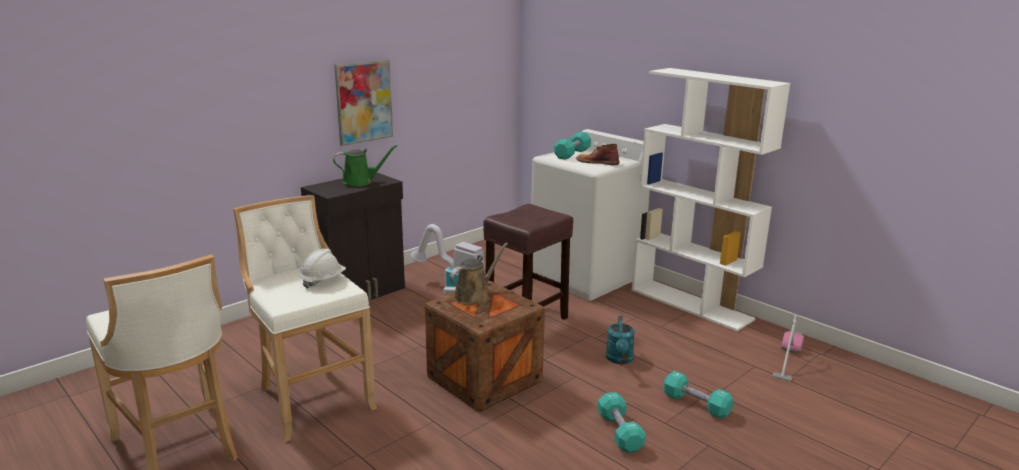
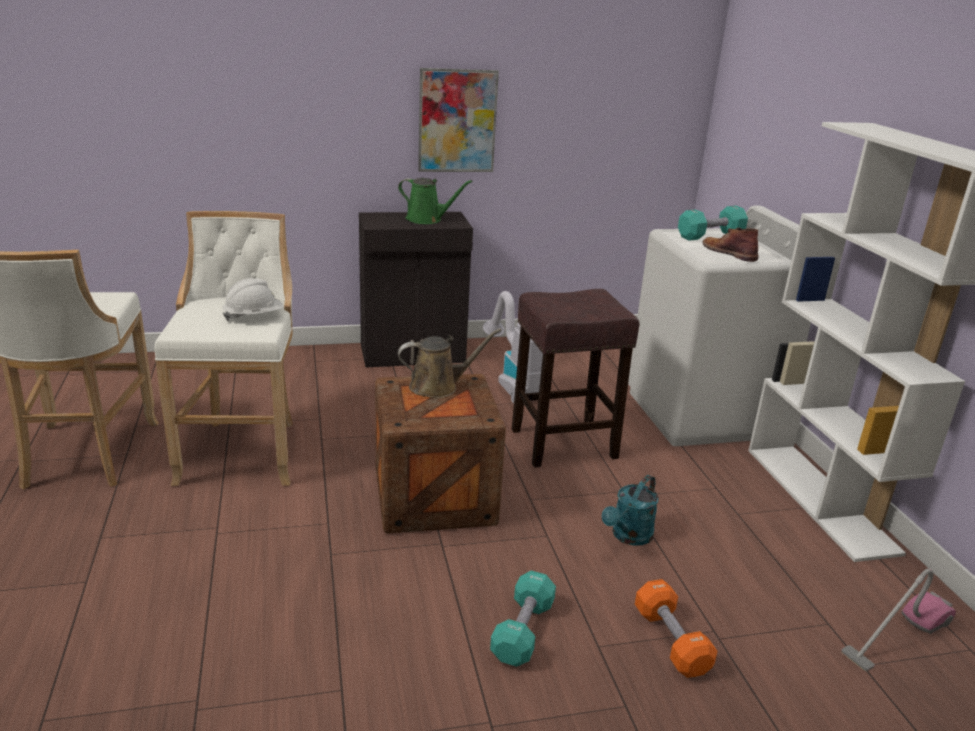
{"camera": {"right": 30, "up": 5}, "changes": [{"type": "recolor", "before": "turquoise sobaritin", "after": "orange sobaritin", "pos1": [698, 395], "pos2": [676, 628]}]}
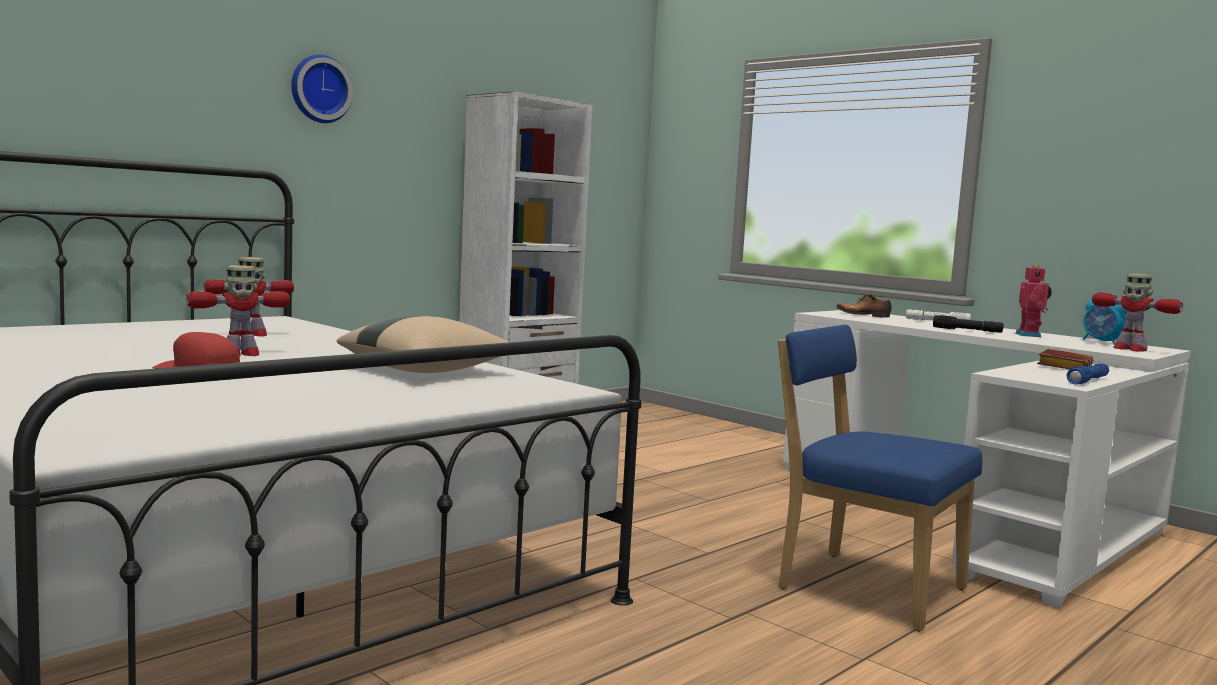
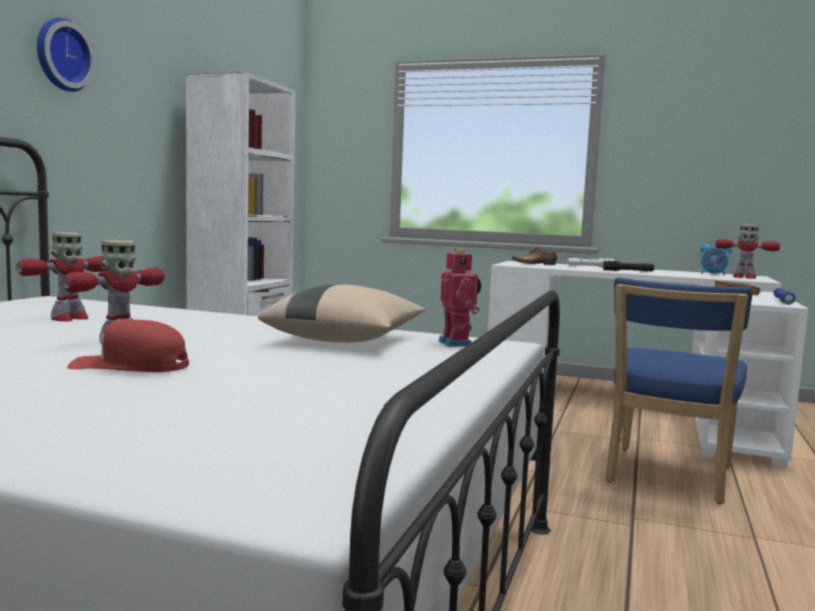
{"camera": {"right": -25, "up": 0}, "changes": [{"type": "move", "before": "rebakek", "pos1": [1033, 300], "pos2": [460, 297]}, {"type": "rotate", "before": "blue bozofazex", "pos1": [880, 478], "pos2": [679, 391], "turn": -75}]}
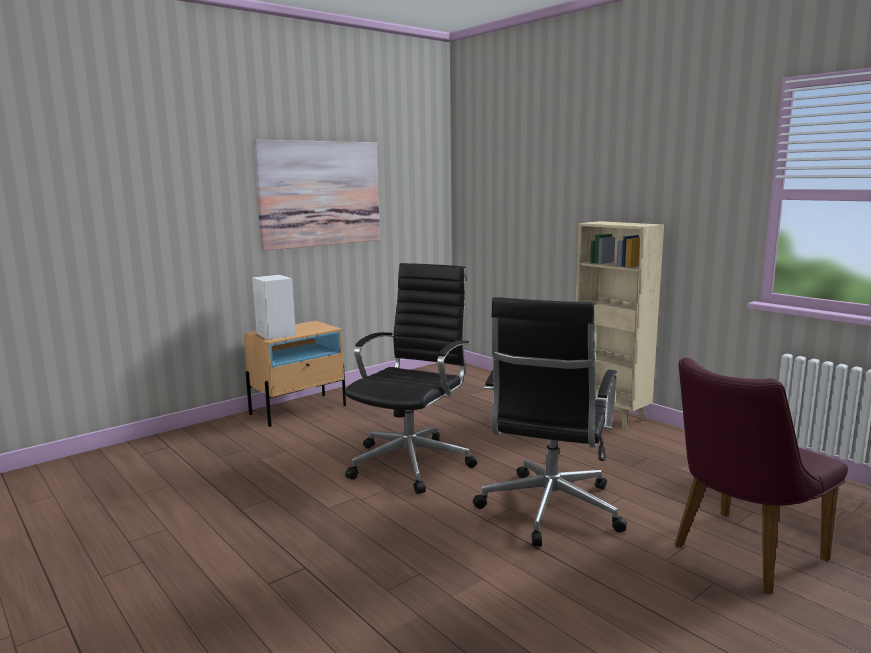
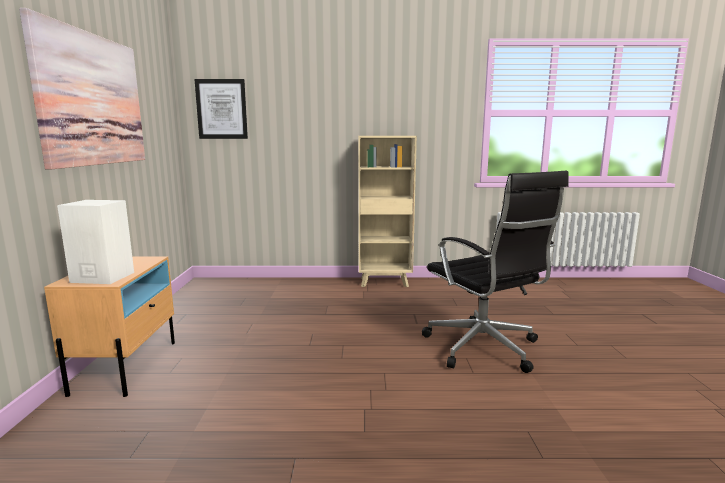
{"camera": {"right": -50, "up": 0}, "changes": [{"type": "delete", "before": "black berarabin", "pos1": [411, 378]}, {"type": "delete", "before": "purple bozofazex", "pos1": [761, 476]}, {"type": "insert", "after": "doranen", "pos2": [221, 109]}]}
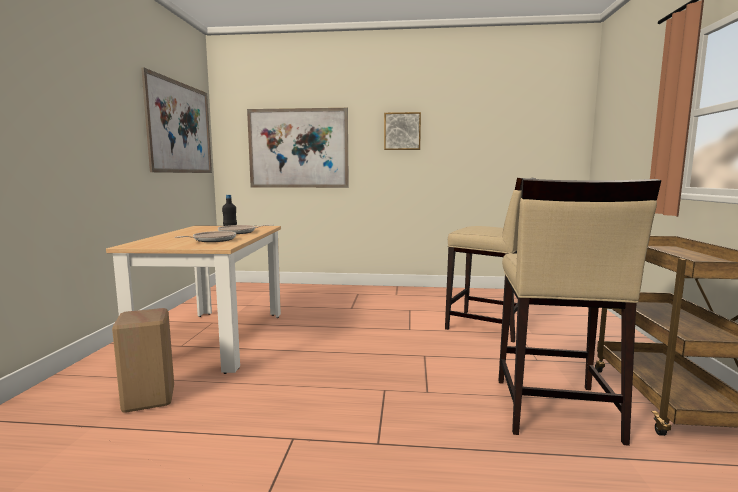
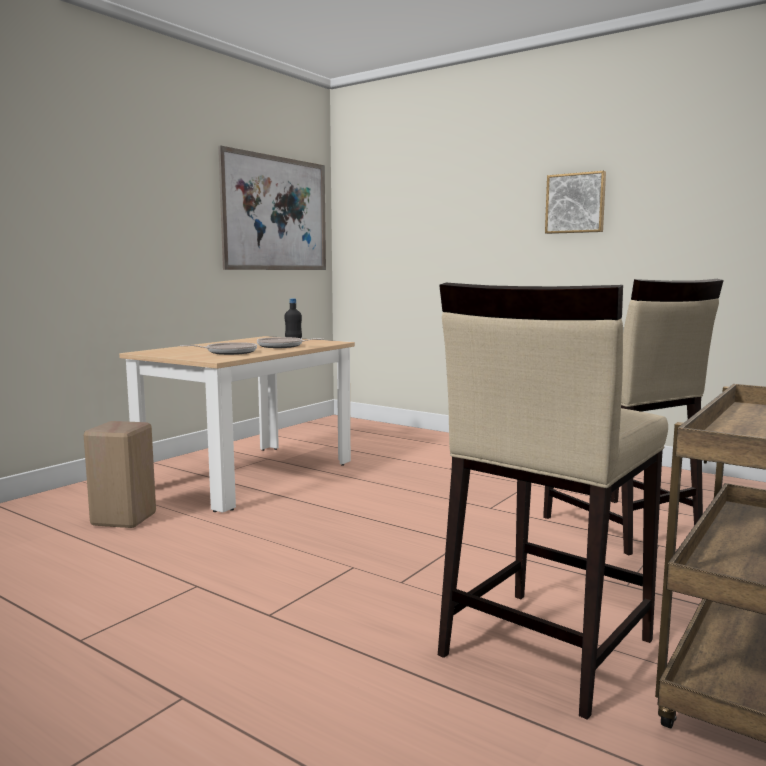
{"camera": {"right": 30, "up": 0}, "changes": [{"type": "delete", "before": "doranen", "pos1": [298, 148]}]}
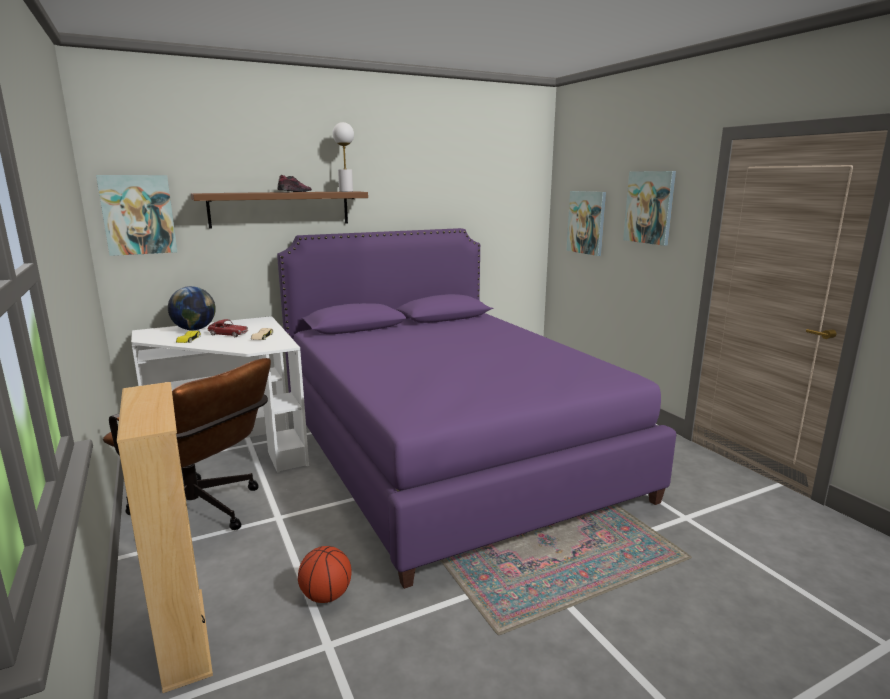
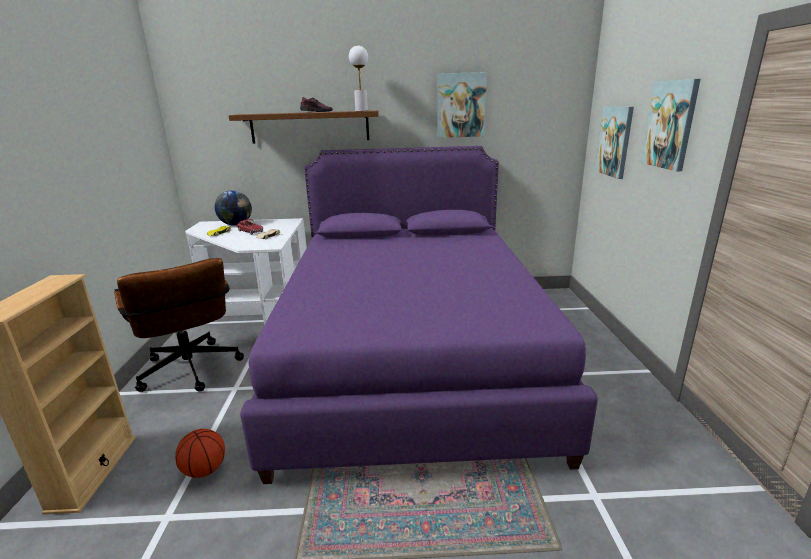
{"camera": {"right": 25, "up": 5}, "changes": [{"type": "move", "before": "doranen", "pos1": [136, 215], "pos2": [462, 105]}]}
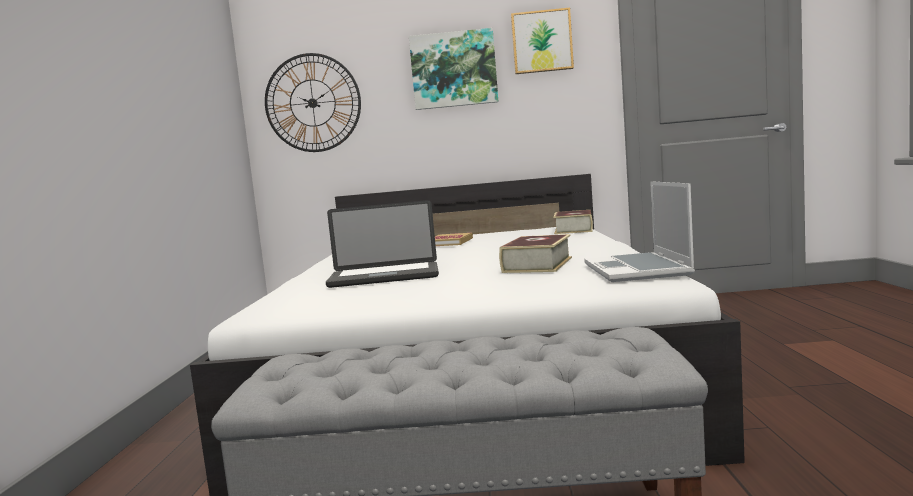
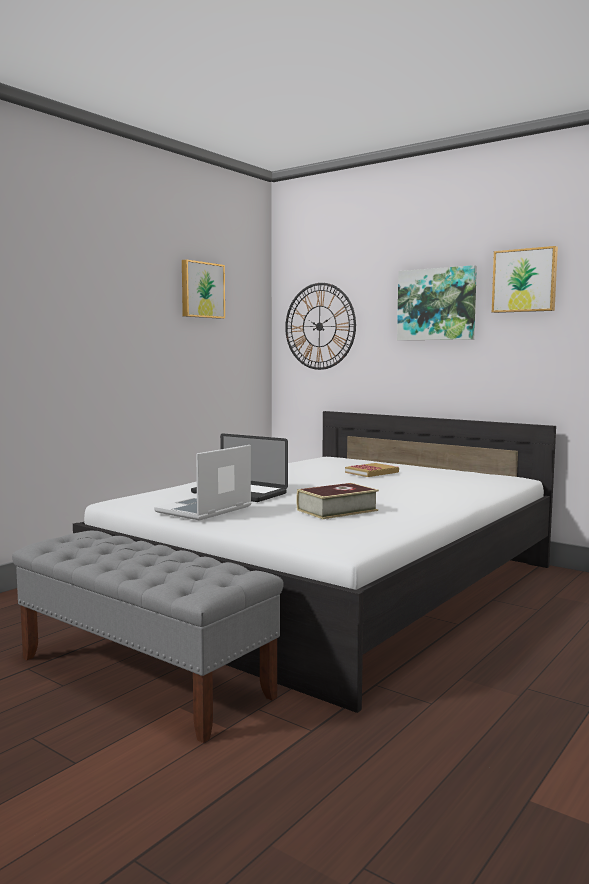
{"camera": {"right": 35, "up": 0}, "changes": [{"type": "delete", "before": "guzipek", "pos1": [573, 222]}, {"type": "insert", "after": "doranen", "pos2": [203, 289]}, {"type": "move", "before": "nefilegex", "pos1": [639, 231], "pos2": [203, 483]}]}
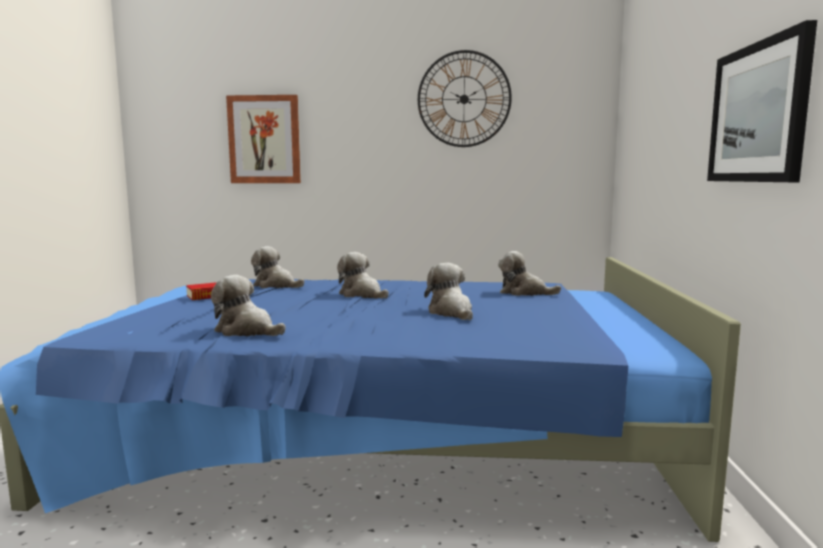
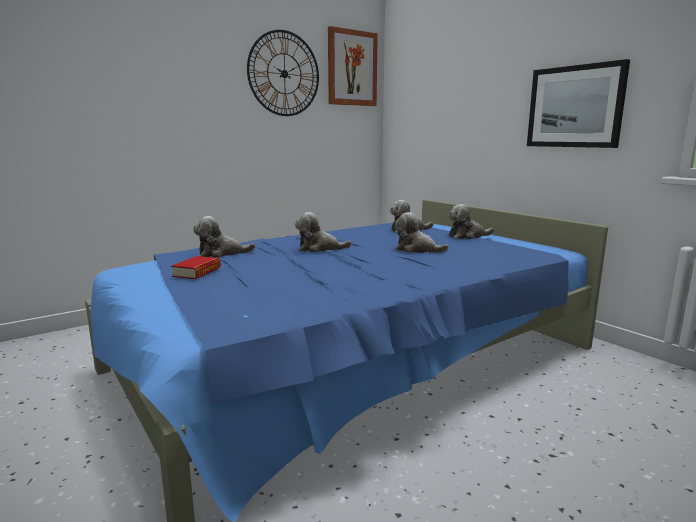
{"camera": {"right": -40, "up": 5}, "changes": [{"type": "move", "before": "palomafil", "pos1": [248, 305], "pos2": [471, 221]}, {"type": "move", "before": "doranen", "pos1": [263, 139], "pos2": [353, 66]}]}
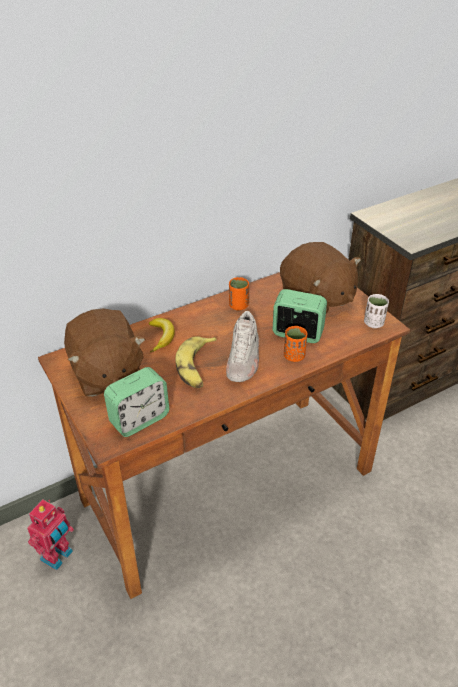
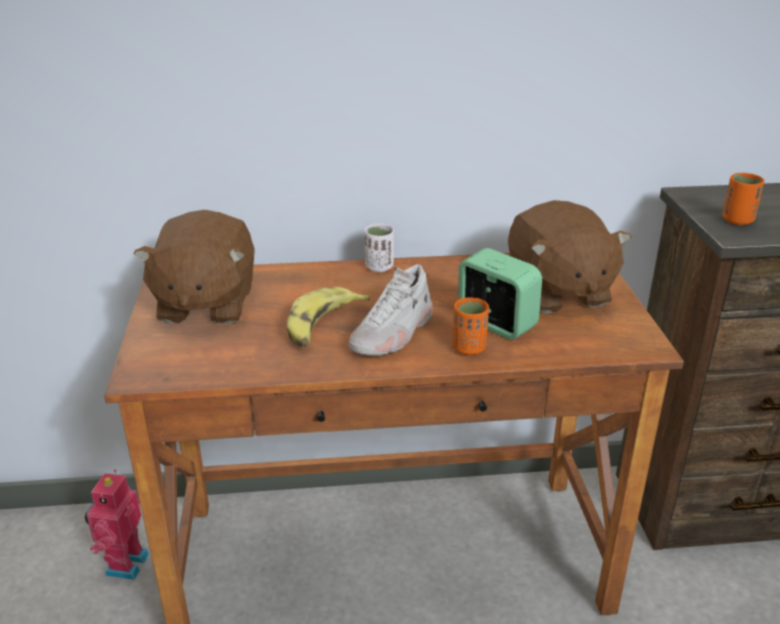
{"camera": {"right": 25, "up": -10}, "changes": [{"type": "delete", "before": "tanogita", "pos1": [136, 402]}, {"type": "delete", "before": "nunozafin", "pos1": [162, 335]}, {"type": "move", "before": "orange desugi", "pos1": [239, 293], "pos2": [743, 199]}, {"type": "move", "before": "white desugi", "pos1": [376, 311], "pos2": [379, 248]}, {"type": "rotate", "before": "rebakek", "pos1": [50, 535], "pos2": [117, 525], "turn": 135}]}
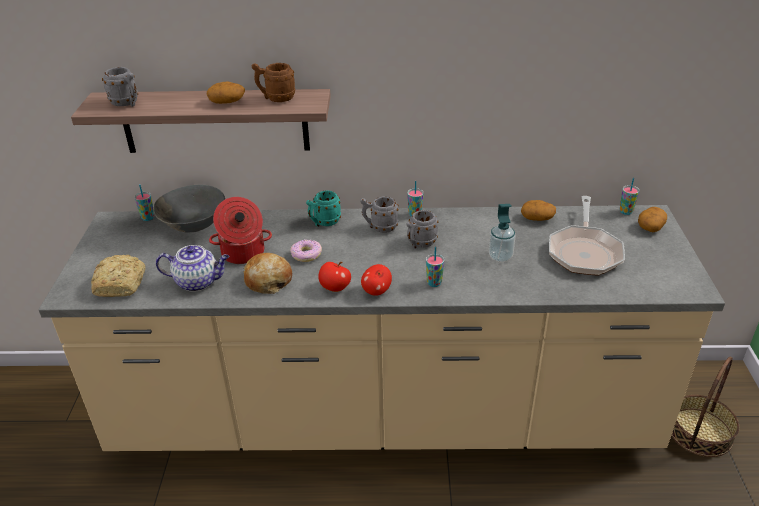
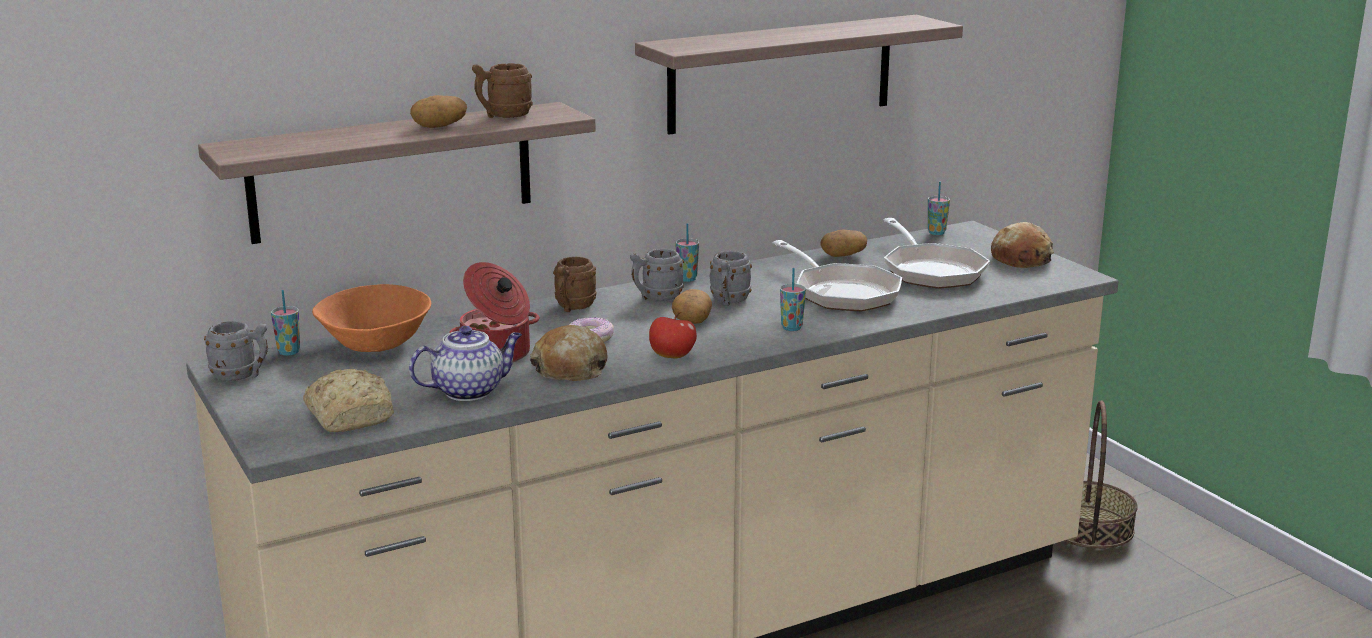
{"camera": {"right": -30, "up": -15}, "changes": [{"type": "delete", "before": "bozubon", "pos1": [376, 280]}, {"type": "insert", "after": "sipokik", "pos2": [799, 75]}, {"type": "insert", "after": "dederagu", "pos2": [1022, 245]}, {"type": "move", "before": "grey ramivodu", "pos1": [120, 87], "pos2": [236, 351]}, {"type": "move", "before": "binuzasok", "pos1": [652, 219], "pos2": [692, 306]}, {"type": "replace", "before": "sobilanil", "after": "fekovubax", "pos1": [502, 233], "pos2": [837, 275]}, {"type": "recolor", "before": "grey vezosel", "after": "orange vezosel", "pos1": [189, 208], "pos2": [371, 318]}, {"type": "recolor", "before": "turquoise ramivodu", "after": "brown ramivodu", "pos1": [323, 208], "pos2": [575, 284]}]}
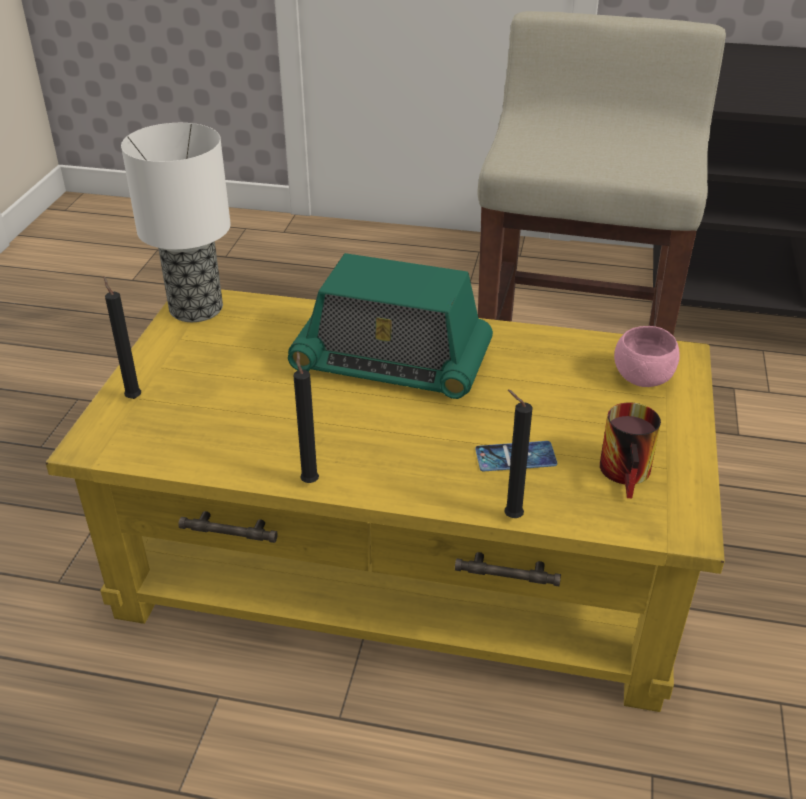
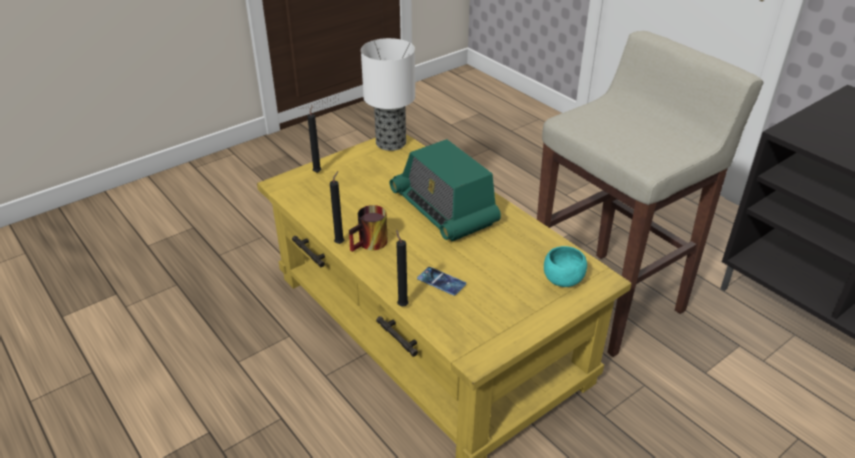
{"camera": {"right": 40, "up": 0}, "changes": [{"type": "move", "before": "ramivodu", "pos1": [630, 450], "pos2": [368, 228]}, {"type": "recolor", "before": "pink vezosel", "after": "turquoise vezosel", "pos1": [647, 356], "pos2": [565, 266]}]}
